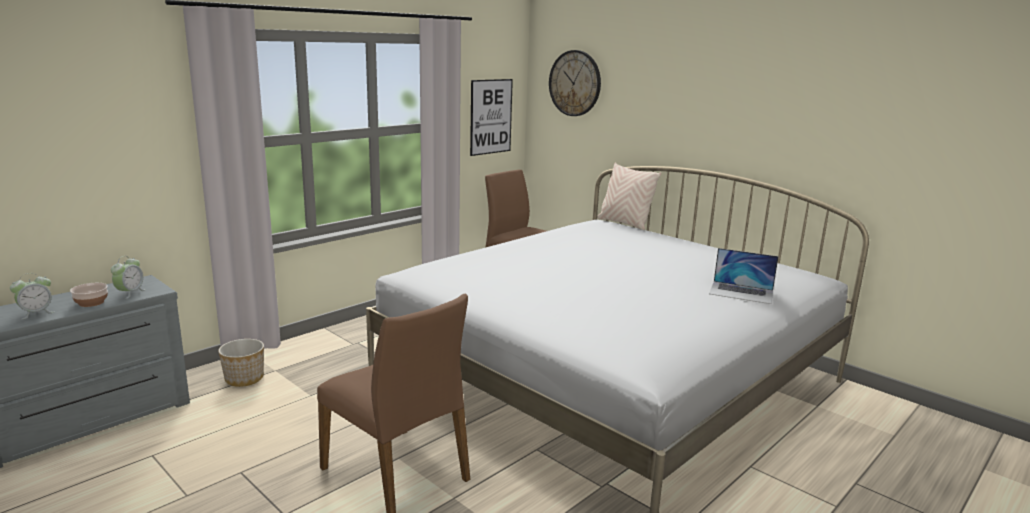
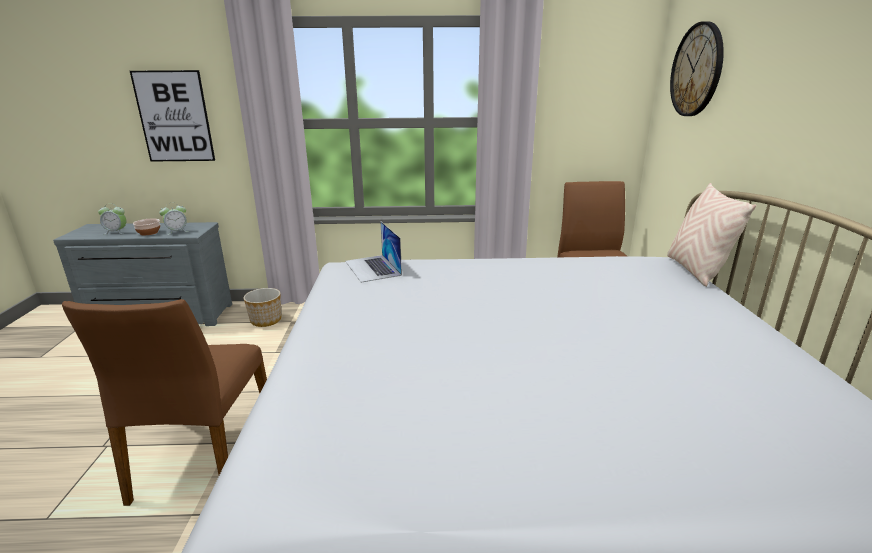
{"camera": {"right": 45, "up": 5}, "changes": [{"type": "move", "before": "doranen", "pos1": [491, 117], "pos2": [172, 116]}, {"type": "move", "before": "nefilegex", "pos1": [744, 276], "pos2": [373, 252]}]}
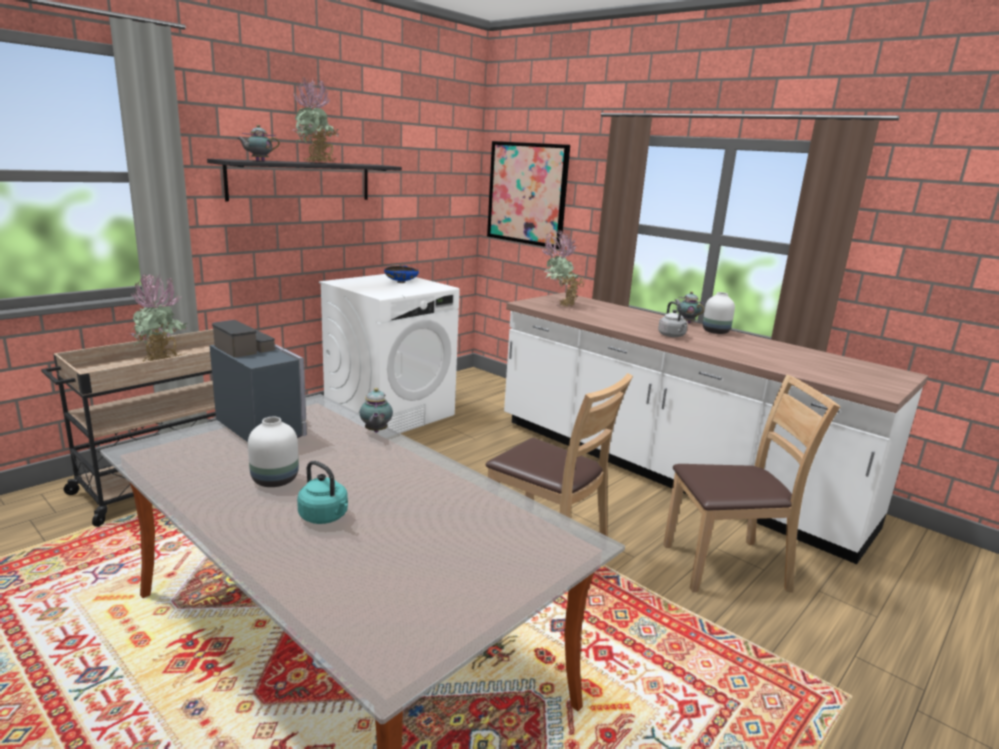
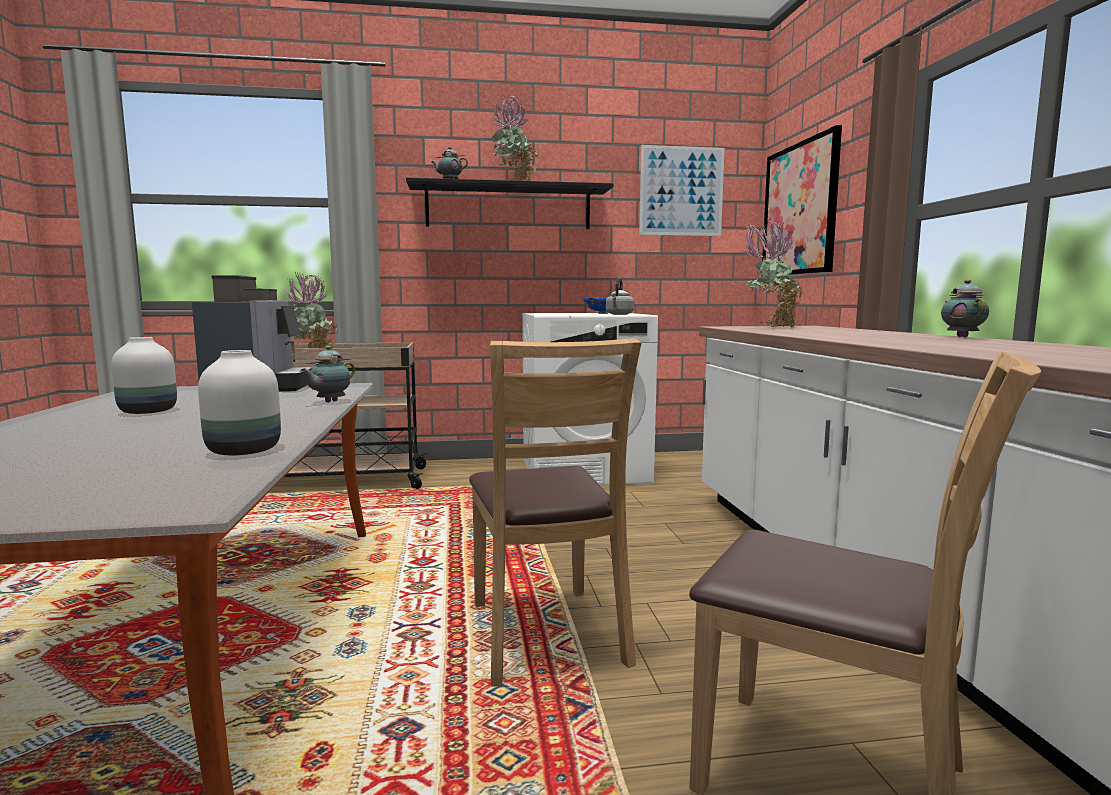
{"camera": {"right": 40, "up": -10}, "changes": [{"type": "delete", "before": "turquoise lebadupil", "pos1": [322, 492]}, {"type": "insert", "after": "doranen", "pos2": [682, 190]}, {"type": "move", "before": "grey lebadupil", "pos1": [673, 319], "pos2": [620, 297]}, {"type": "move", "before": "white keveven", "pos1": [719, 313], "pos2": [239, 402]}]}
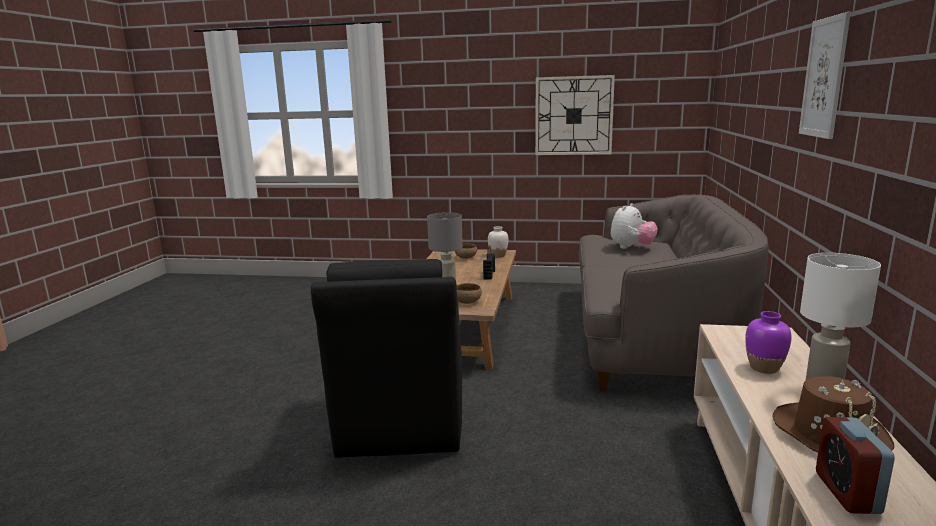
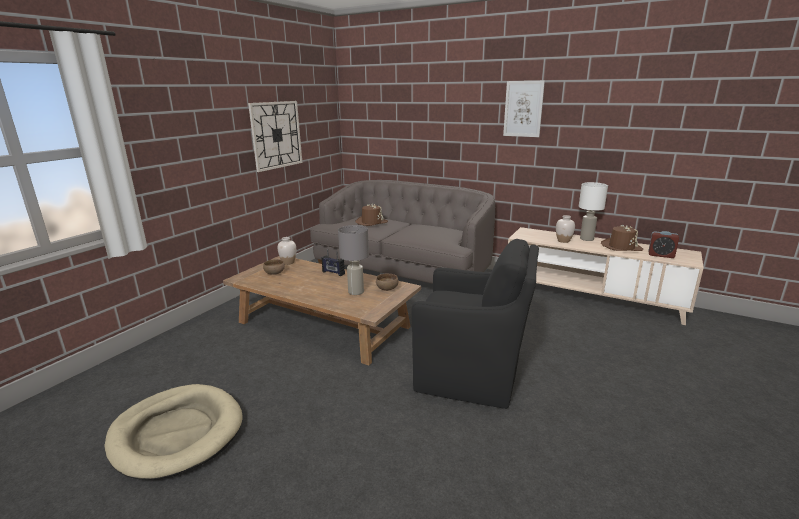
{"camera": {"right": -70, "up": 5}, "changes": [{"type": "insert", "after": "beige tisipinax", "pos2": [173, 432]}, {"type": "replace", "before": "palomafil", "after": "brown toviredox", "pos1": [634, 226], "pos2": [371, 215]}, {"type": "recolor", "before": "purple keveven", "after": "white keveven", "pos1": [768, 342], "pos2": [565, 229]}]}
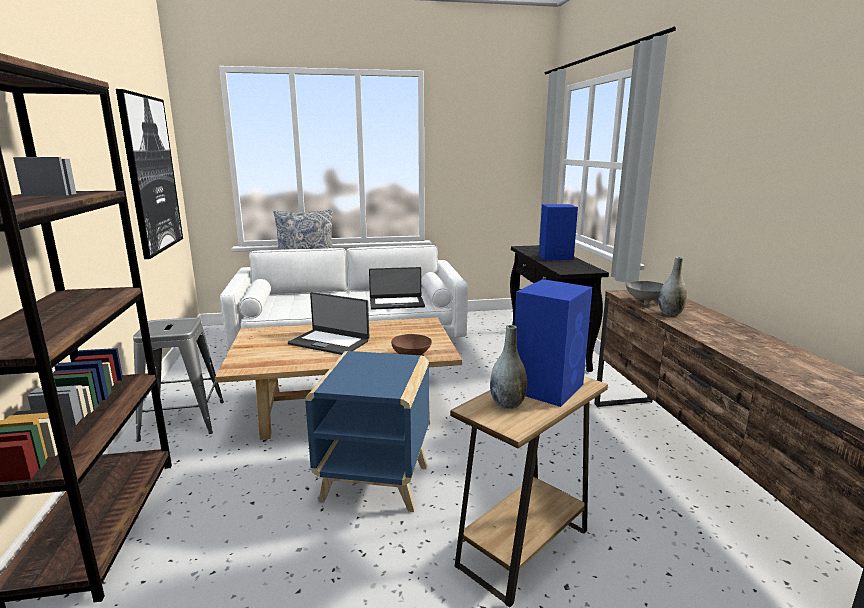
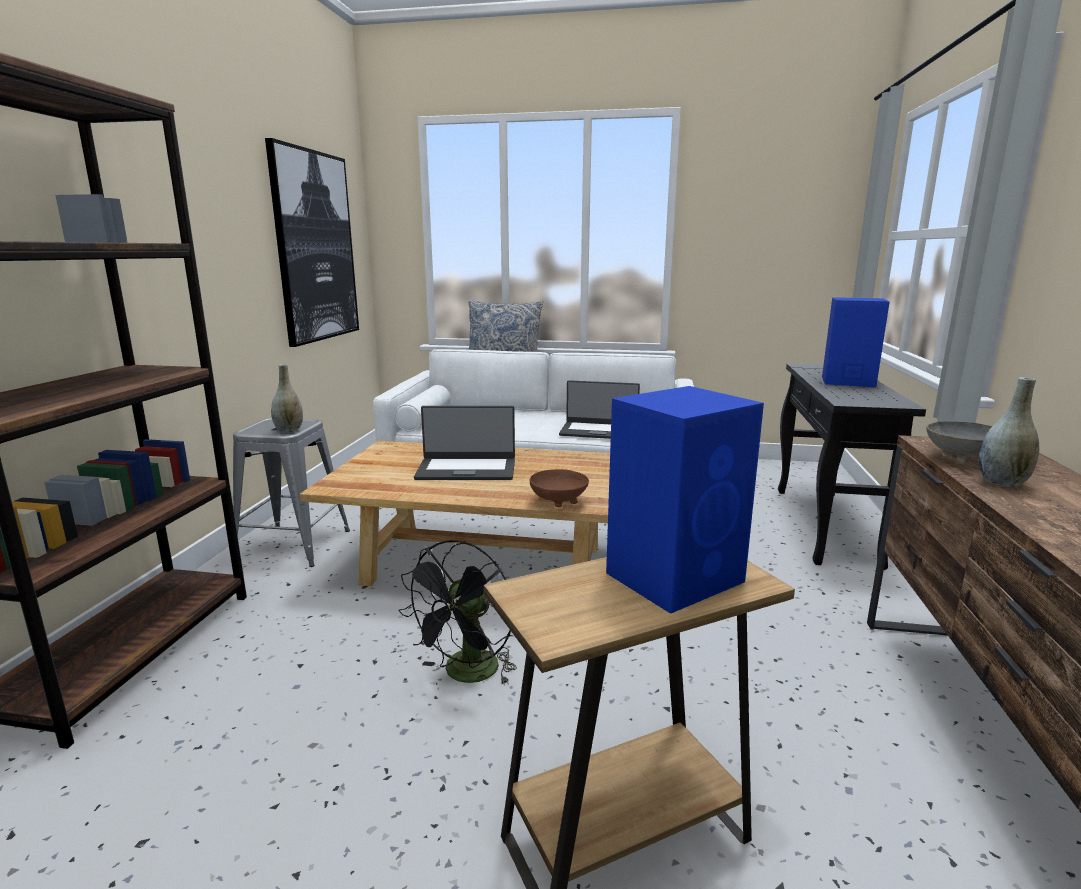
{"camera": {"right": 20, "up": 0}, "changes": [{"type": "move", "before": "grey keveven", "pos1": [508, 367], "pos2": [287, 398]}, {"type": "replace", "before": "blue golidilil", "after": "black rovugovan", "pos1": [367, 431], "pos2": [458, 612]}, {"type": "rotate", "before": "nefilegex", "pos1": [329, 323], "pos2": [464, 443], "turn": -45}]}
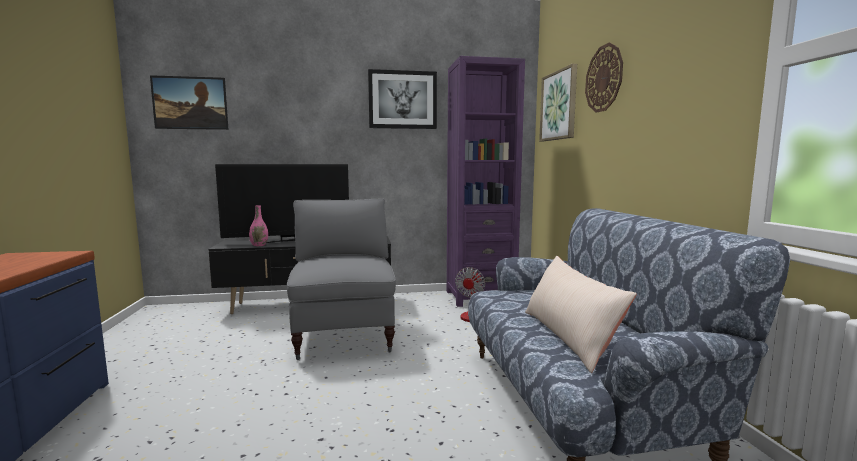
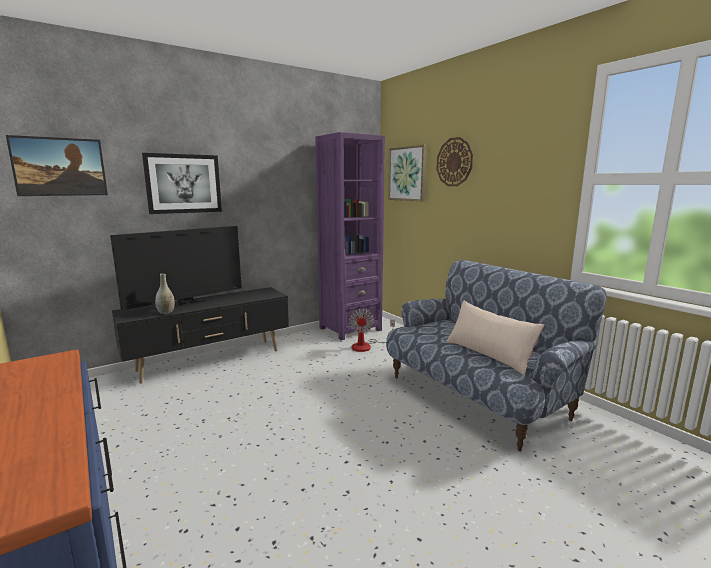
{"camera": {"right": -25, "up": 5}, "changes": [{"type": "delete", "before": "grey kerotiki", "pos1": [341, 279]}, {"type": "move", "before": "doranen", "pos1": [402, 99], "pos2": [182, 183]}, {"type": "recolor", "before": "pink keveven", "after": "grey keveven", "pos1": [258, 225], "pos2": [165, 294]}]}
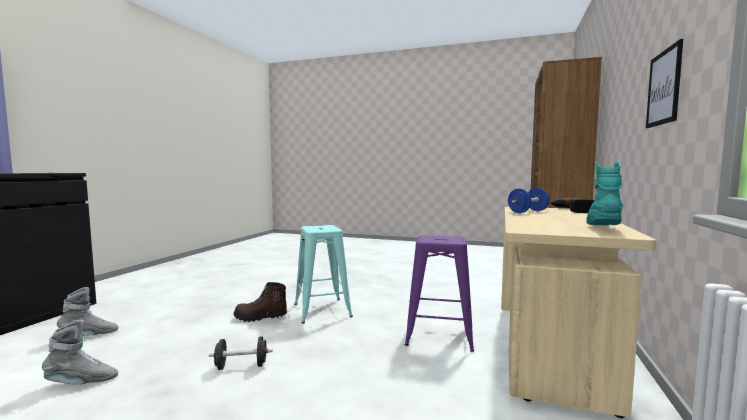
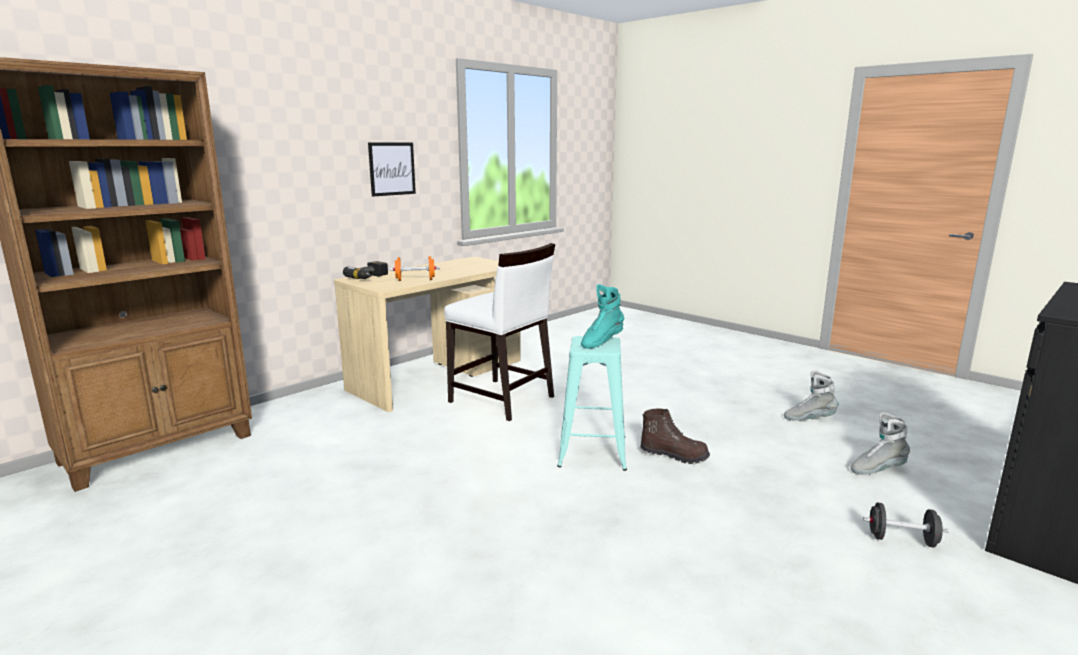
{"camera": {"right": -155, "up": 10}, "changes": [{"type": "move", "before": "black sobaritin", "pos1": [241, 353], "pos2": [906, 524]}, {"type": "move", "before": "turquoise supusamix", "pos1": [604, 194], "pos2": [602, 316]}, {"type": "replace", "before": "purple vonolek", "after": "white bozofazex", "pos1": [439, 293], "pos2": [499, 332]}, {"type": "recolor", "before": "blue sobaritin", "after": "orange sobaritin", "pos1": [528, 200], "pos2": [414, 268]}]}
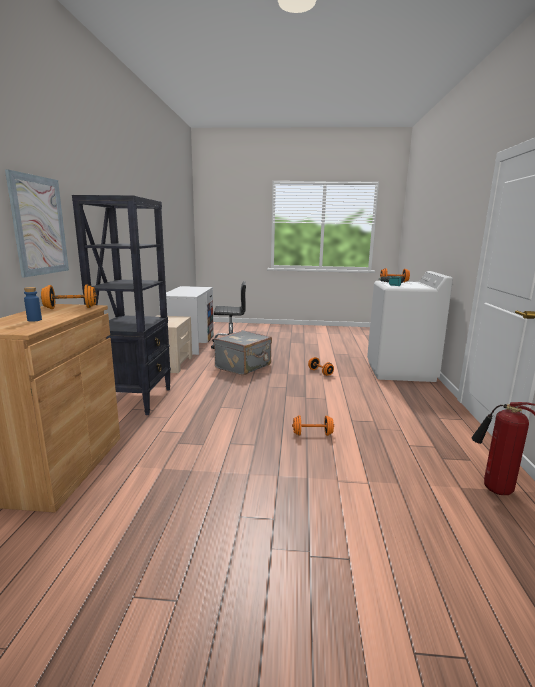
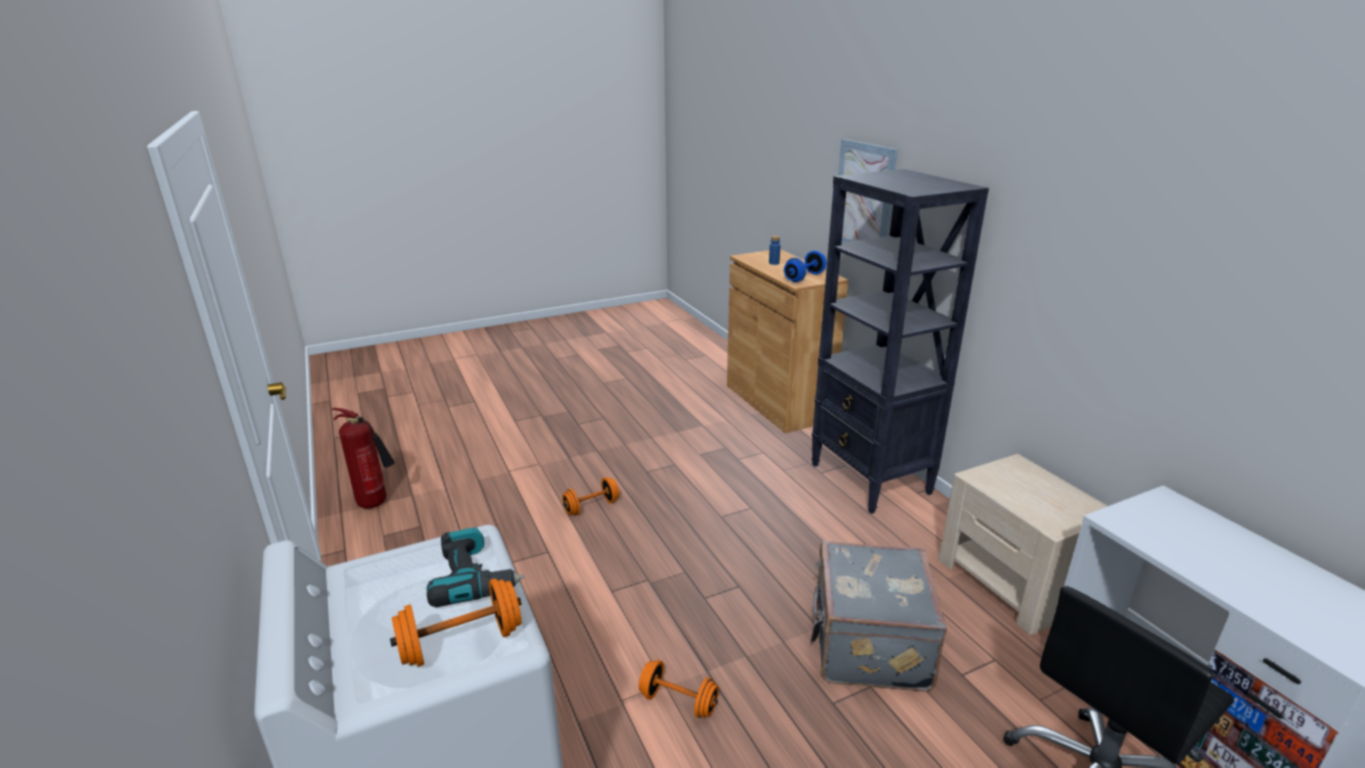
{"camera": {"right": 150, "up": 10}, "changes": [{"type": "recolor", "before": "orange sobaritin", "after": "blue sobaritin", "pos1": [69, 296], "pos2": [805, 266]}]}
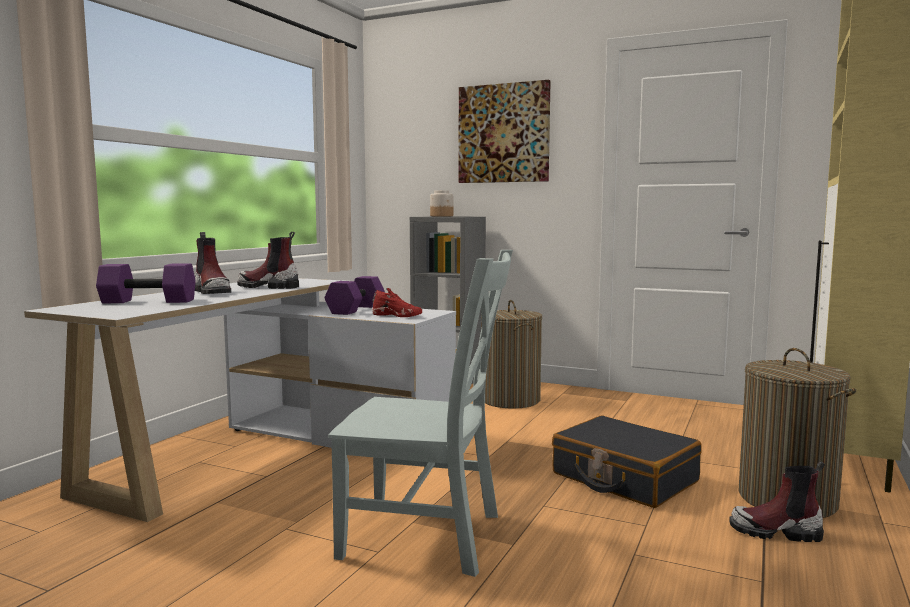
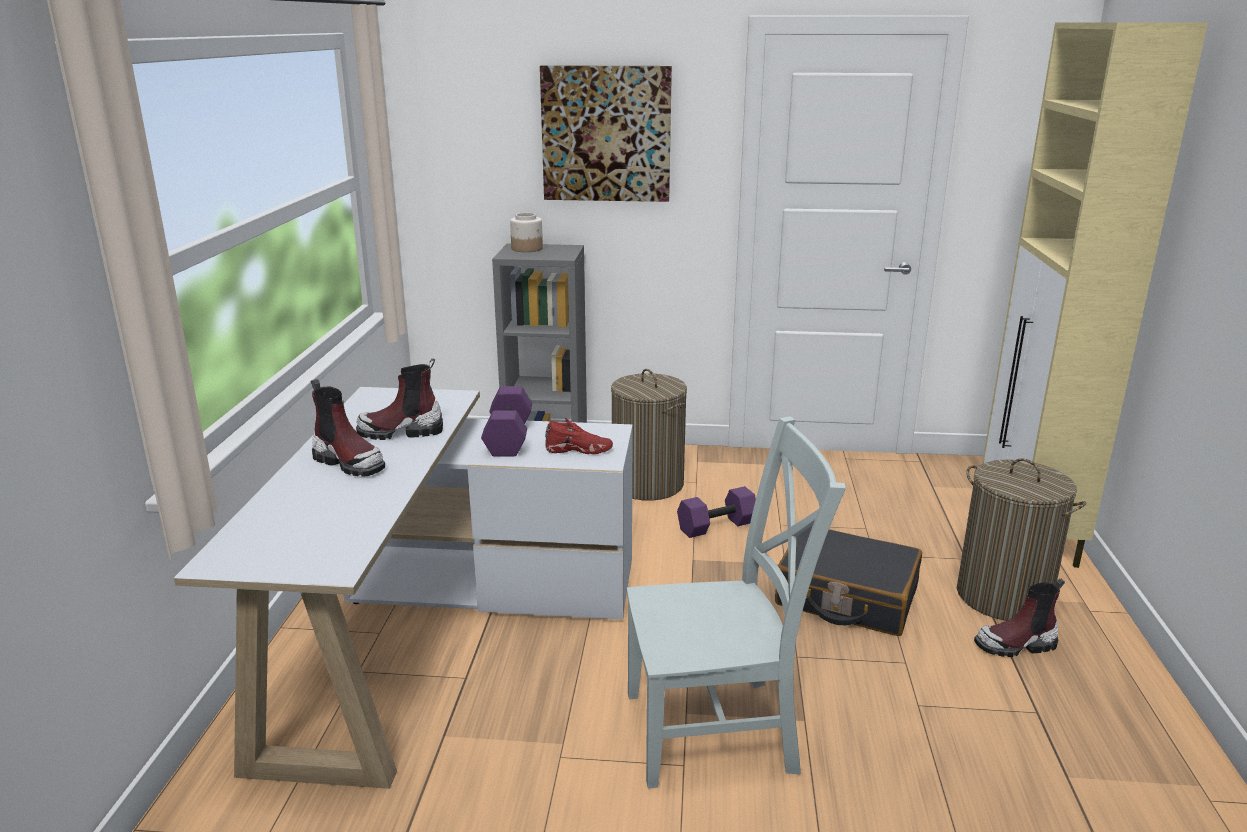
{"camera": {"right": -20, "up": 15}, "changes": [{"type": "move", "before": "purple sobaritin", "pos1": [146, 283], "pos2": [716, 512]}]}
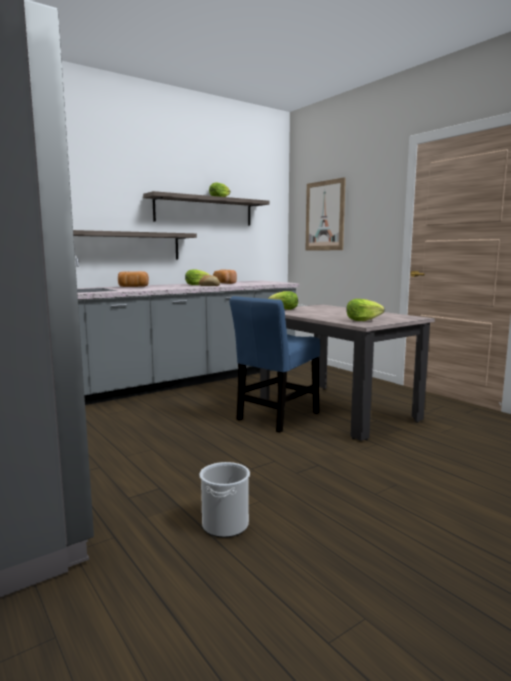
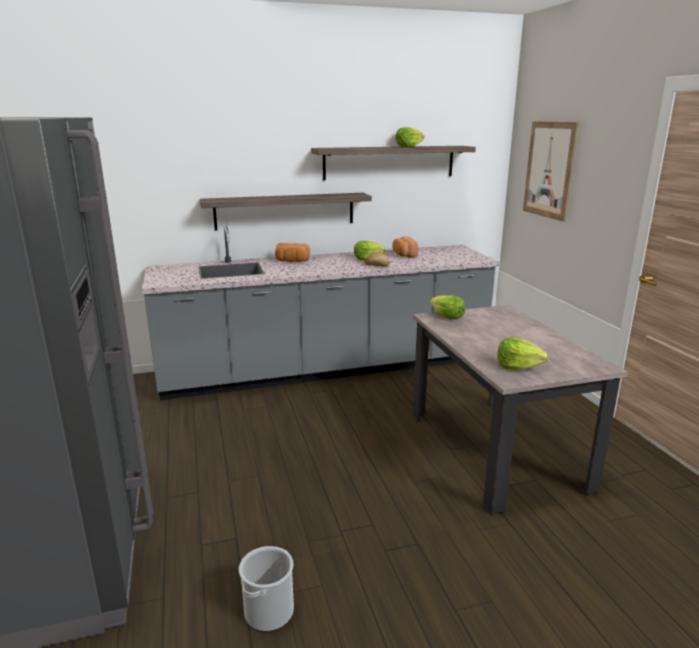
{"camera": {"right": 20, "up": 10}, "changes": [{"type": "delete", "before": "blue bozofazex", "pos1": [274, 364]}]}
